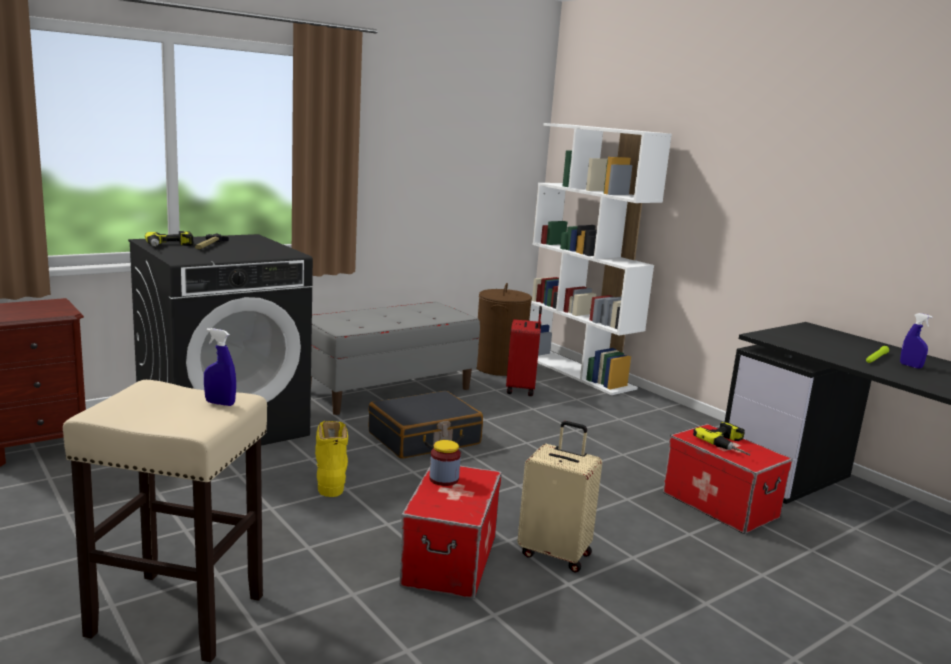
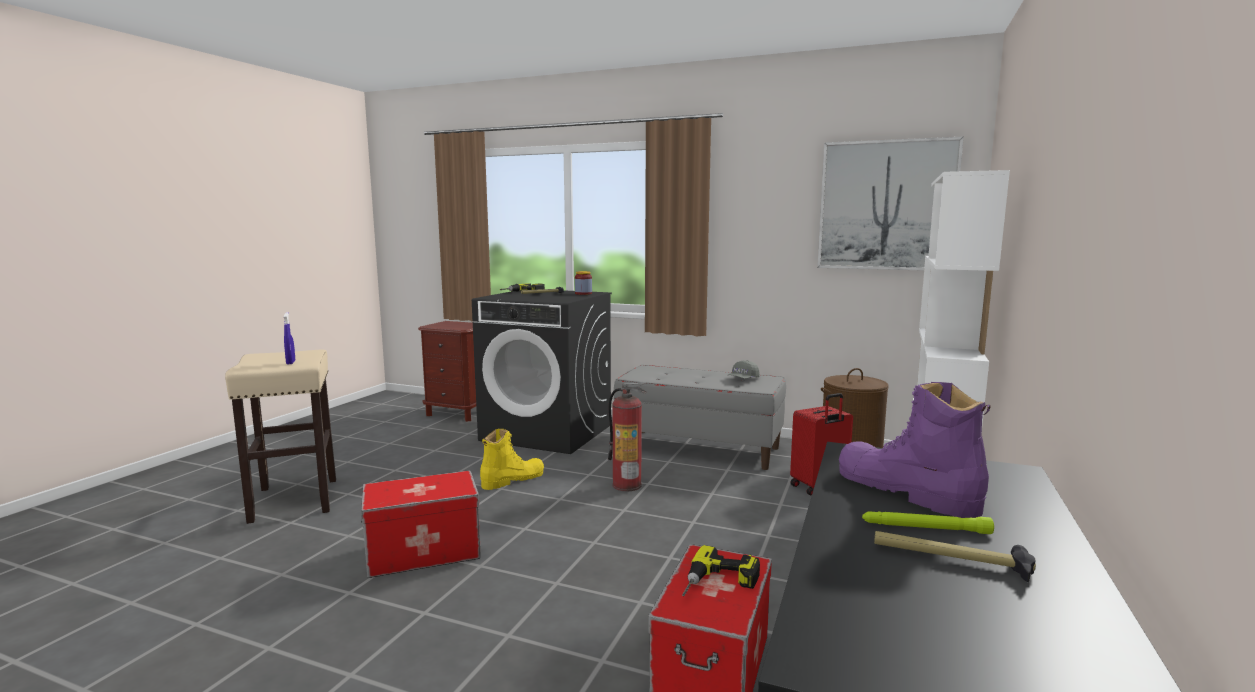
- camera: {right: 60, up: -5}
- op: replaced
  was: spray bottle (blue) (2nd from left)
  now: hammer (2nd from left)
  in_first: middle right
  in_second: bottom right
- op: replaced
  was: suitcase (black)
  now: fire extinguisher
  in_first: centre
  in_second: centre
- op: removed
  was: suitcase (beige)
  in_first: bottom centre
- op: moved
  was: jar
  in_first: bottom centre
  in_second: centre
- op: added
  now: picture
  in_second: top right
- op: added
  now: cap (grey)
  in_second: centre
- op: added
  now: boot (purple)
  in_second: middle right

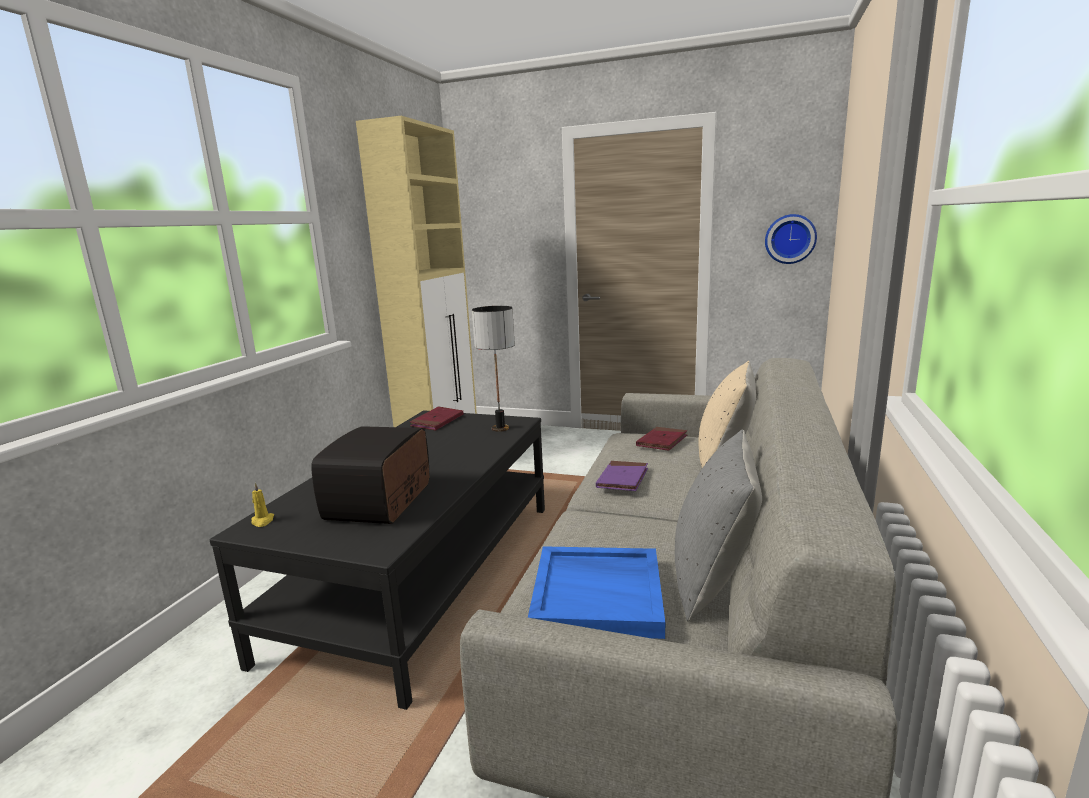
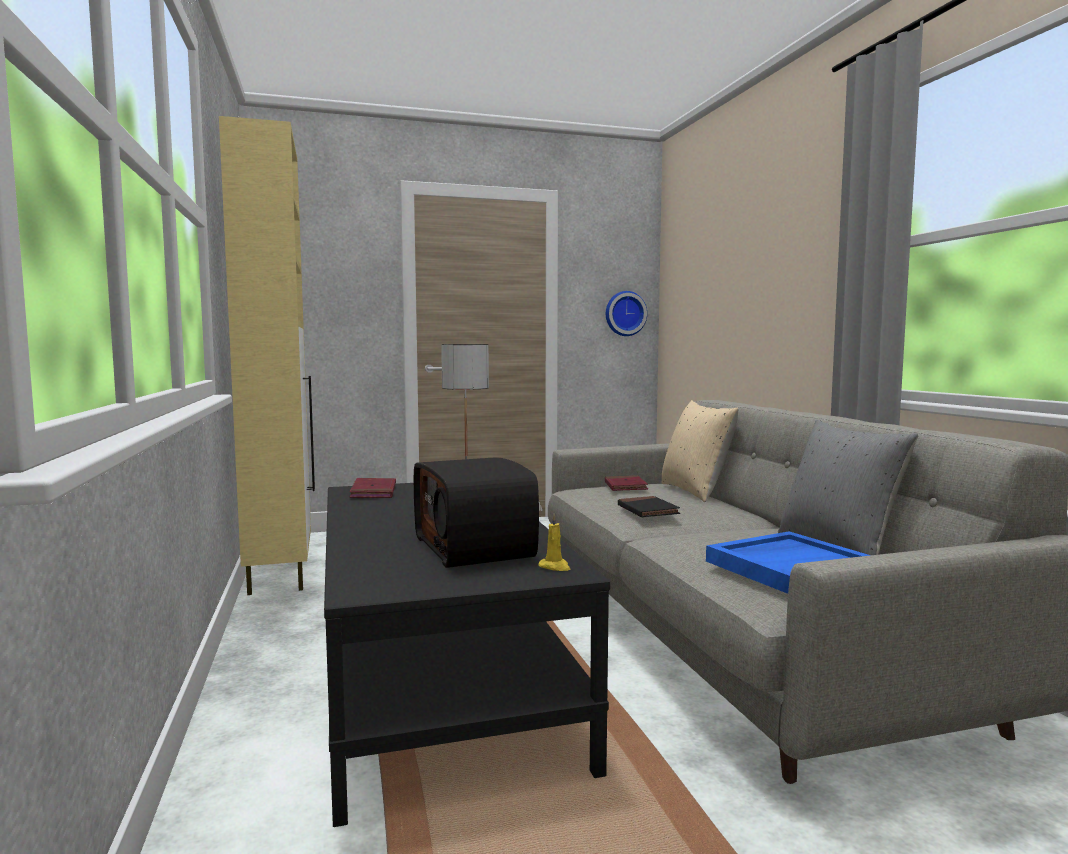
- camera: {right: -35, up: -10}
- op: recoloured
  was: book (purple)
  now: book (black)
  in_first: centre
  in_second: centre
- op: moved
  was: candle (yellow)
  in_first: middle left
  in_second: centre

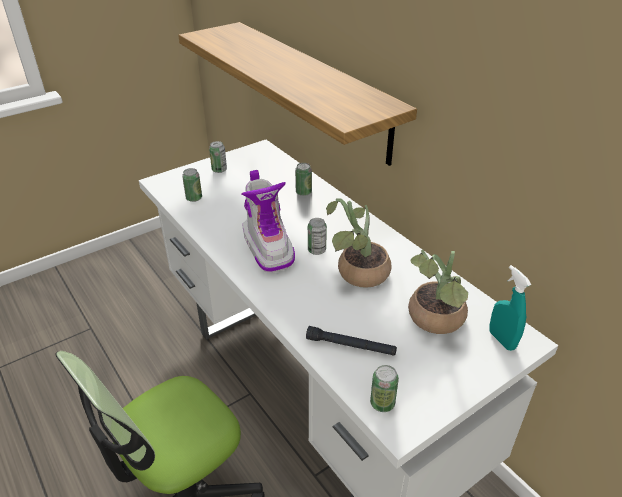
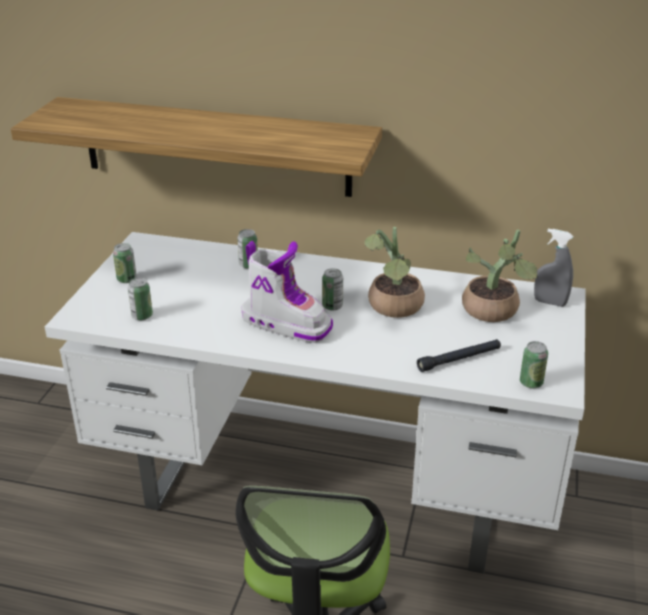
- camera: {right: -40, up: -5}
- op: recoloured
  was: spray bottle (turquoise)
  now: spray bottle (grey)
  in_first: middle right
  in_second: middle right

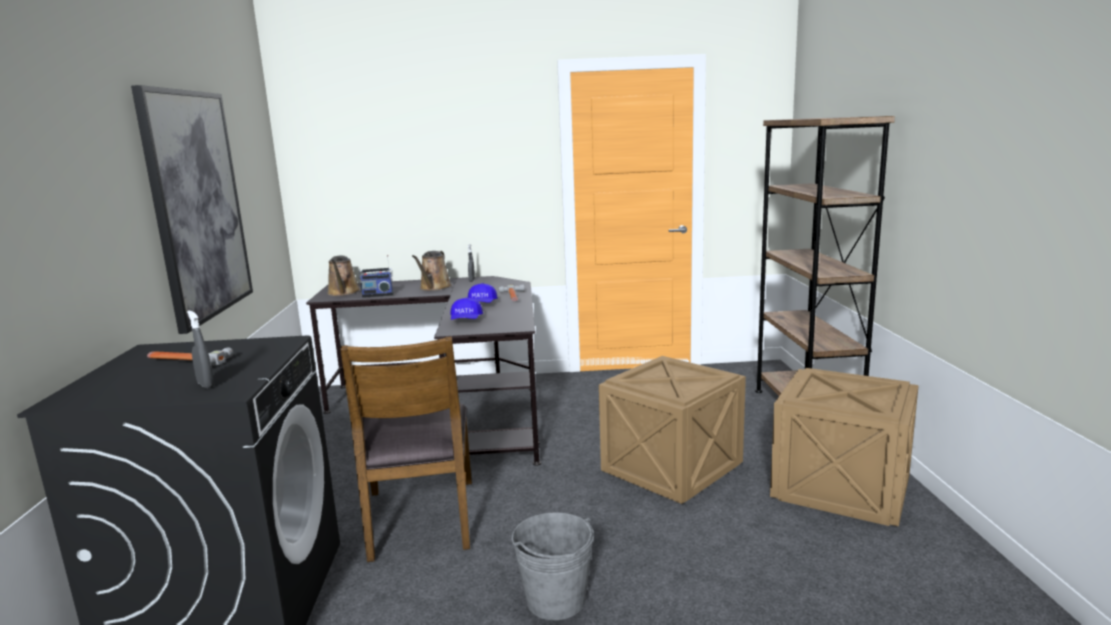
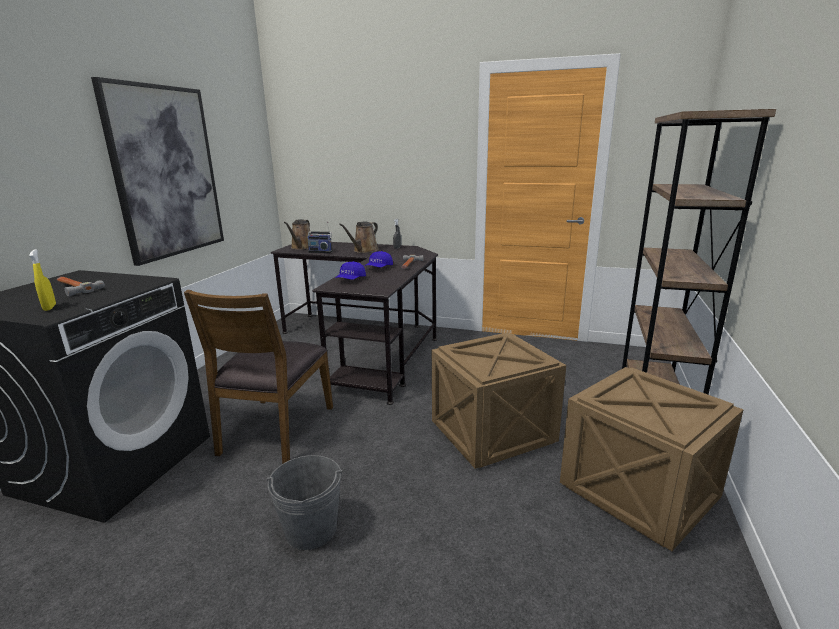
- camera: {right: 20, up: 5}
- op: recoloured
  was: spray bottle (grey) (1st from left)
  now: spray bottle (yellow)
  in_first: middle left
  in_second: middle left

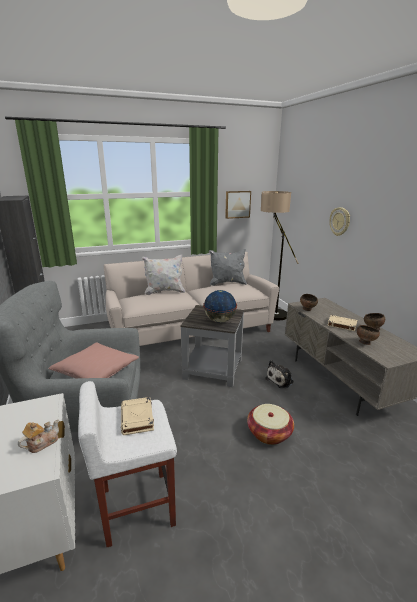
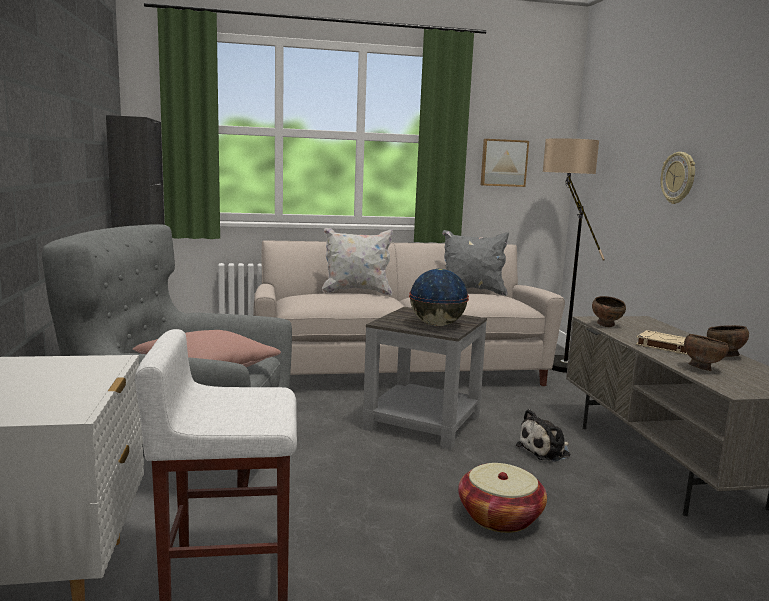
- camera: {right: 10, up: -10}
- op: removed
  was: book (beige) (1st from left)
  in_first: bottom left
- op: removed
  was: teapot
  in_first: bottom left

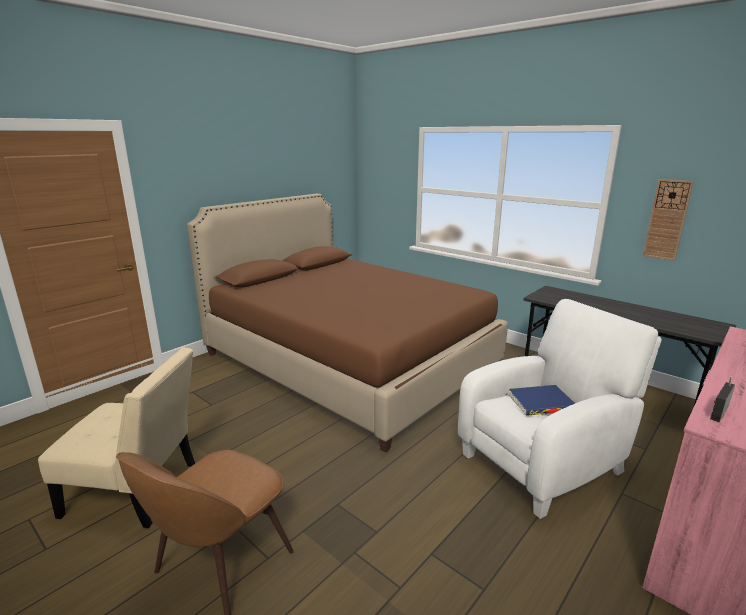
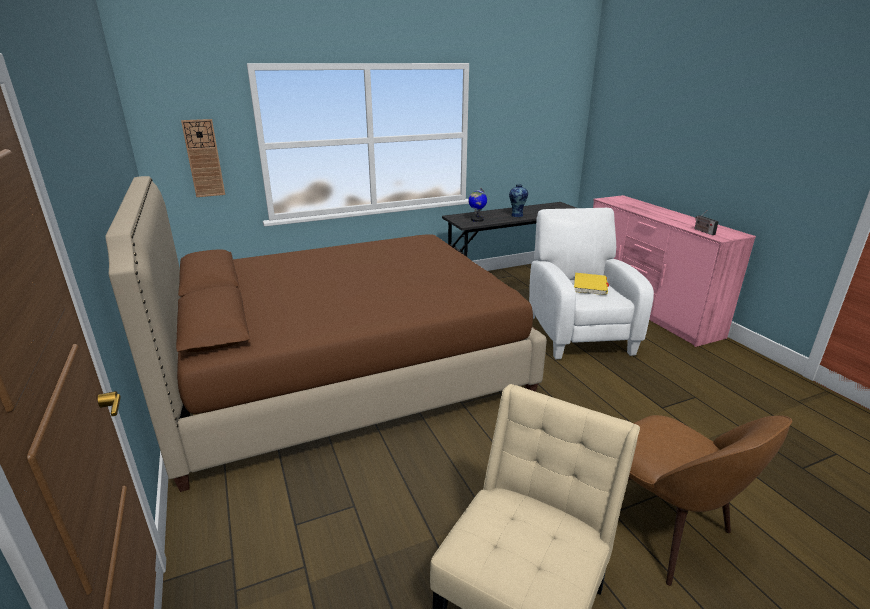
- camera: {right: -65, up: 5}
- op: moved
  was: wall clock
  in_first: middle right
  in_second: top left
- op: recoloured
  was: book (blue)
  now: book (yellow)
  in_first: middle right
  in_second: middle right
- op: added
  now: vase
  in_second: top centre
- op: added
  now: globe
  in_second: centre

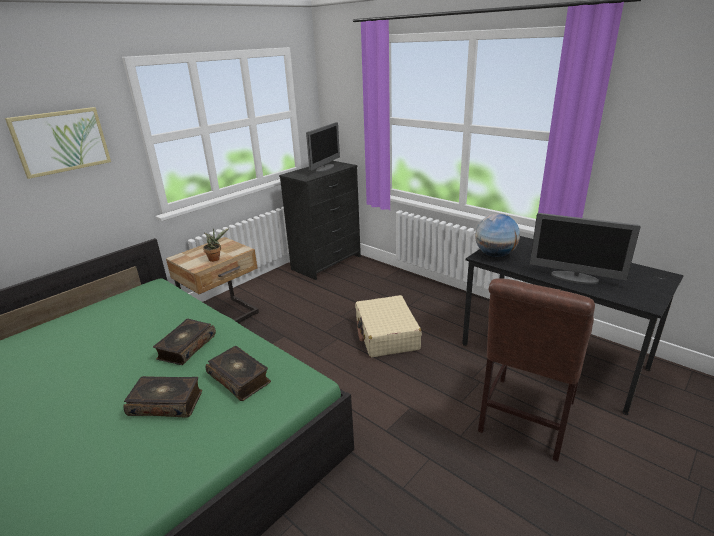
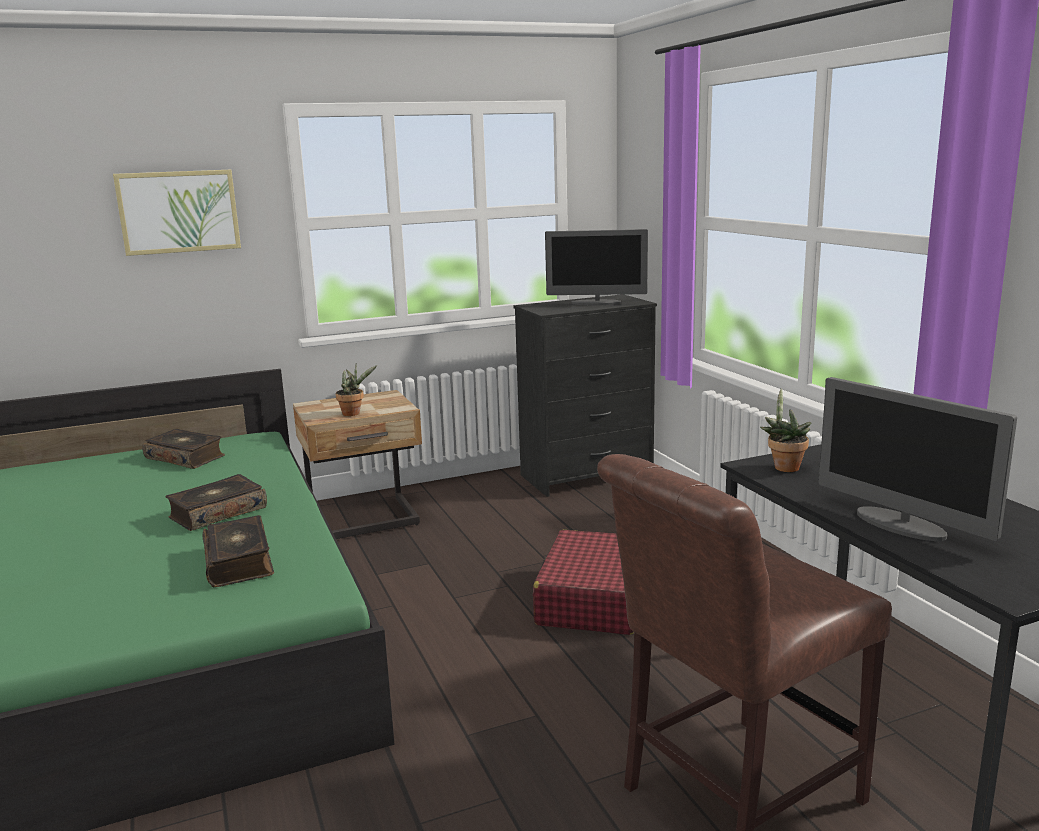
- camera: {right: 25, up: -10}
- op: turned
  was: monitor (1st from left)
  in_first: top centre
  in_second: top centre
  clockwise: 45
- op: replaced
  was: globe
  now: potted plant (2nd from left)
  in_first: middle right
  in_second: middle right
- op: recoloured
  was: suitcase (beige)
  now: suitcase (red)
  in_first: centre
  in_second: bottom centre
- op: moved
  was: book (1st from left)
  in_first: bottom left
  in_second: middle left

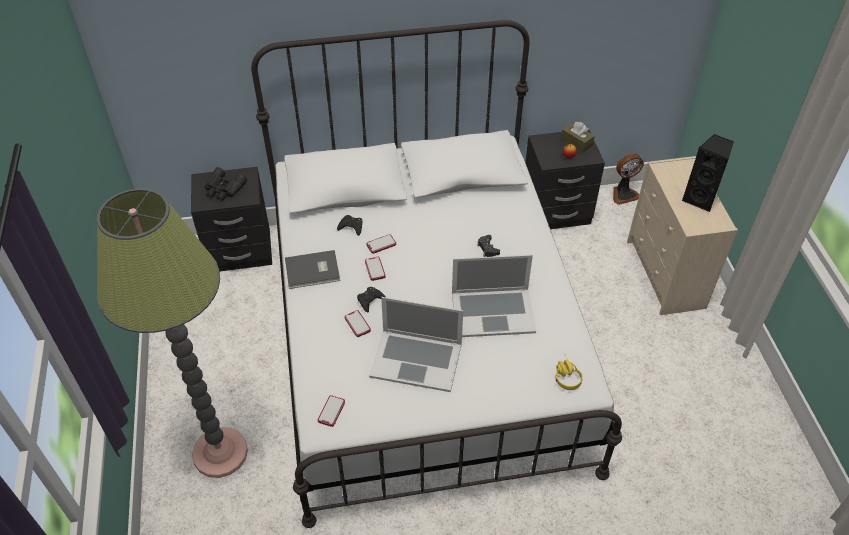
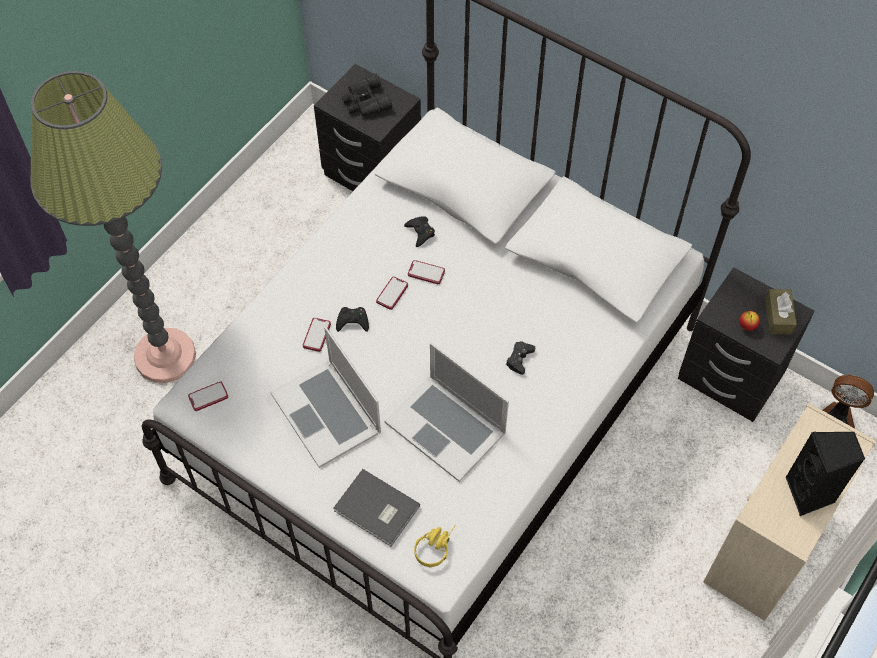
- camera: {right: 45, up: 10}
- op: moved
  was: book (grey)
  in_first: centre
  in_second: bottom centre

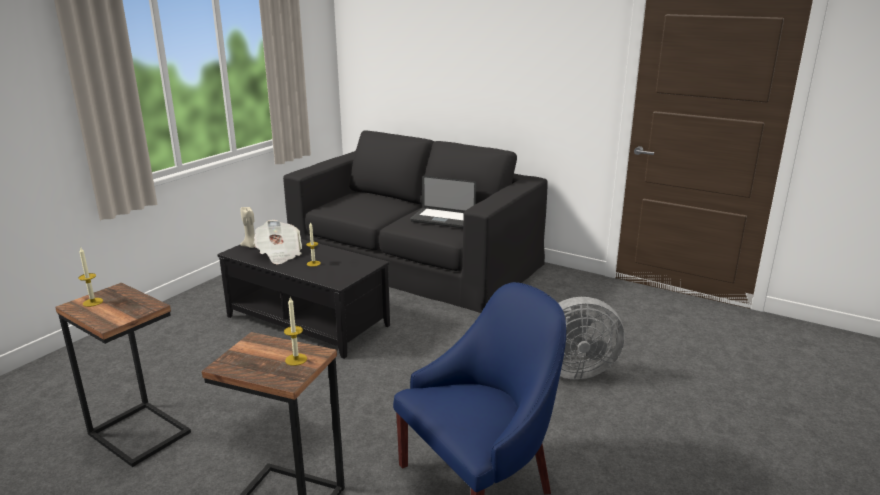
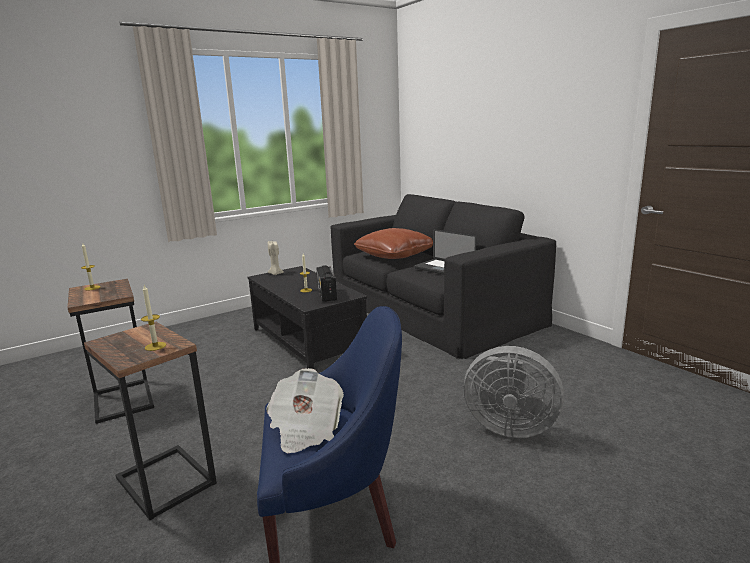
- camera: {right: 25, up: -5}
- op: moved
  was: newspaper
  in_first: middle left
  in_second: bottom centre
- op: added
  now: pillow (brown)
  in_second: centre
- op: added
  now: radio
  in_second: centre

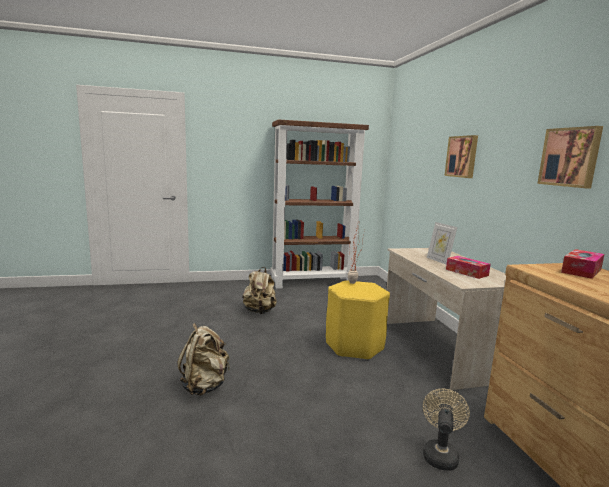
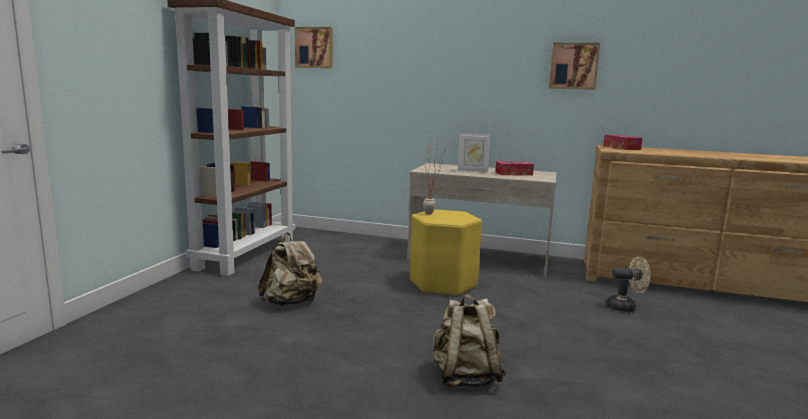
- camera: {right: -60, up: 0}
- op: moved
  was: picture (1st from left)
  in_first: top right
  in_second: top centre
- op: turned
  was: fan (beige)
  in_first: bottom right
  in_second: bottom right
  clockwise: 135

